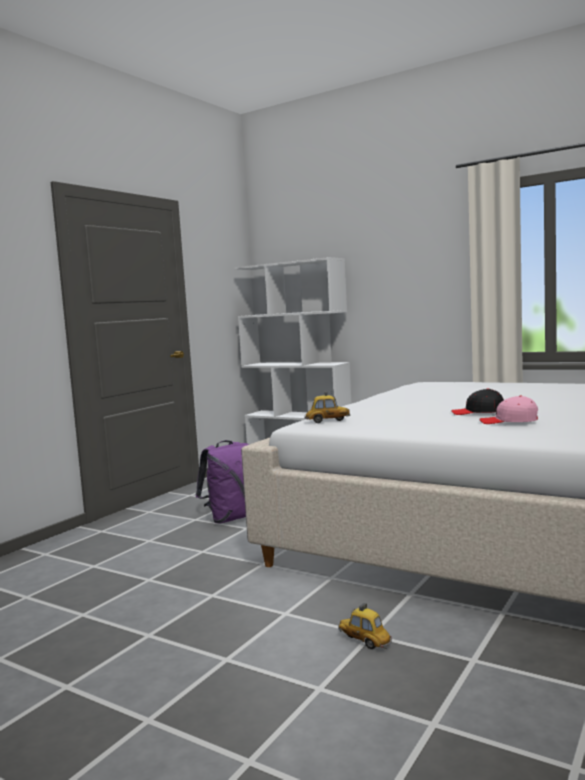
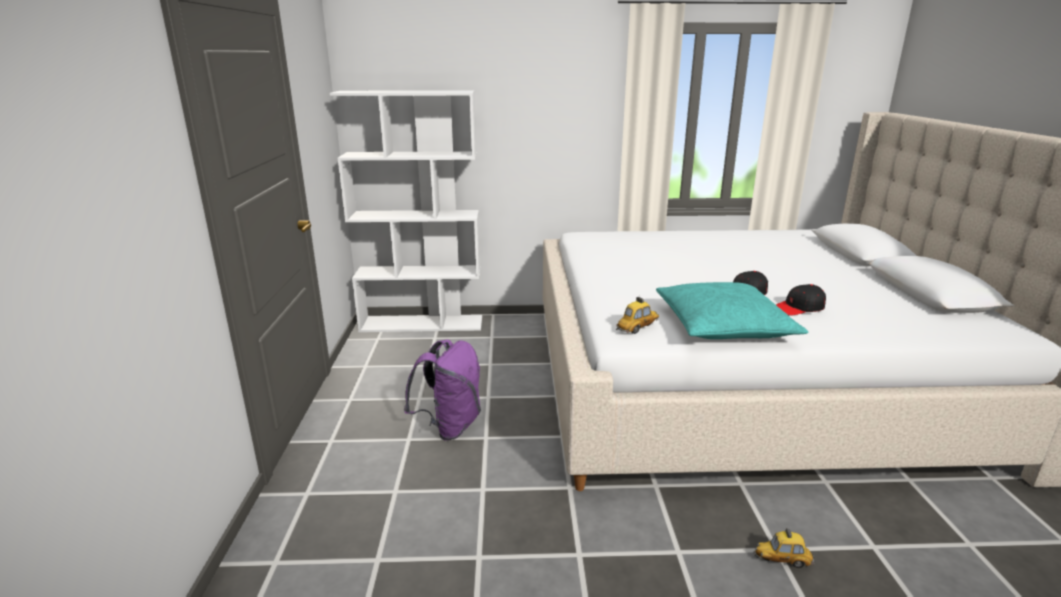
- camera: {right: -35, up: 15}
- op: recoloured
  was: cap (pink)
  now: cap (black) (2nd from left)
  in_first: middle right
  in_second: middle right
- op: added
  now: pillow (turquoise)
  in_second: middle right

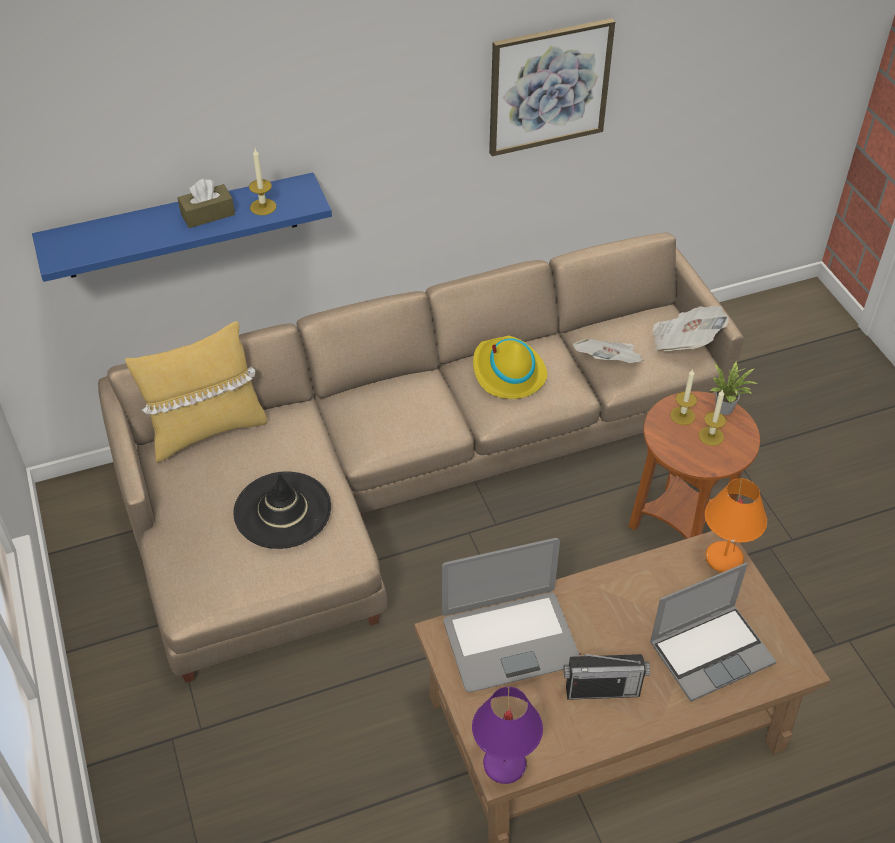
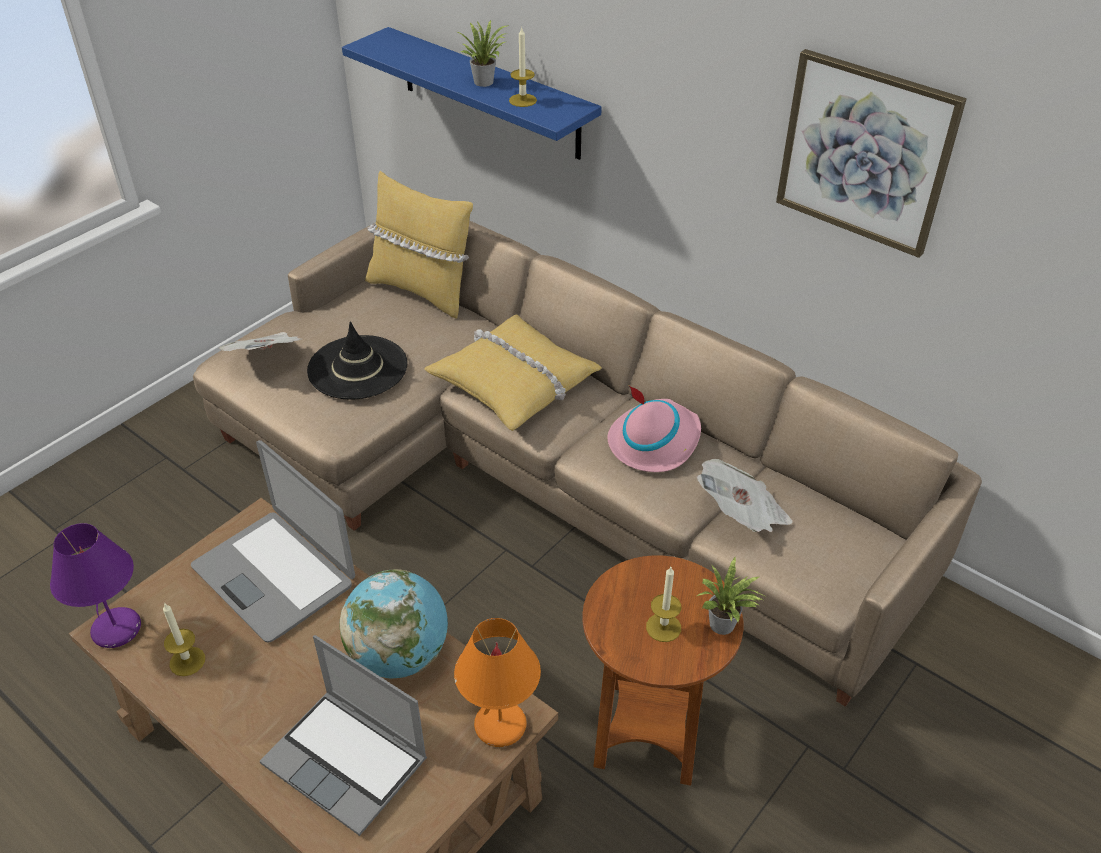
- camera: {right: 60, up: -5}
- op: replaced
  was: tissue box (brown)
  now: potted plant (1st from left)
  in_first: top left
  in_second: top centre
- op: moved
  was: newspaper (2nd from left in the first image)
  now: newspaper (1st from left)
  in_first: middle right
  in_second: middle left
- op: recoloured
  was: hat (yellow)
  now: hat (pink)
  in_first: centre
  in_second: centre
- op: moved
  was: candle (2nd from left in the first image)
  now: candle (1st from left)
  in_first: middle right
  in_second: bottom left
- op: removed
  was: radio
  in_first: bottom right
- op: added
  now: pillow (yellow) (2nd from left)
  in_second: centre
- op: added
  now: globe
  in_second: bottom centre

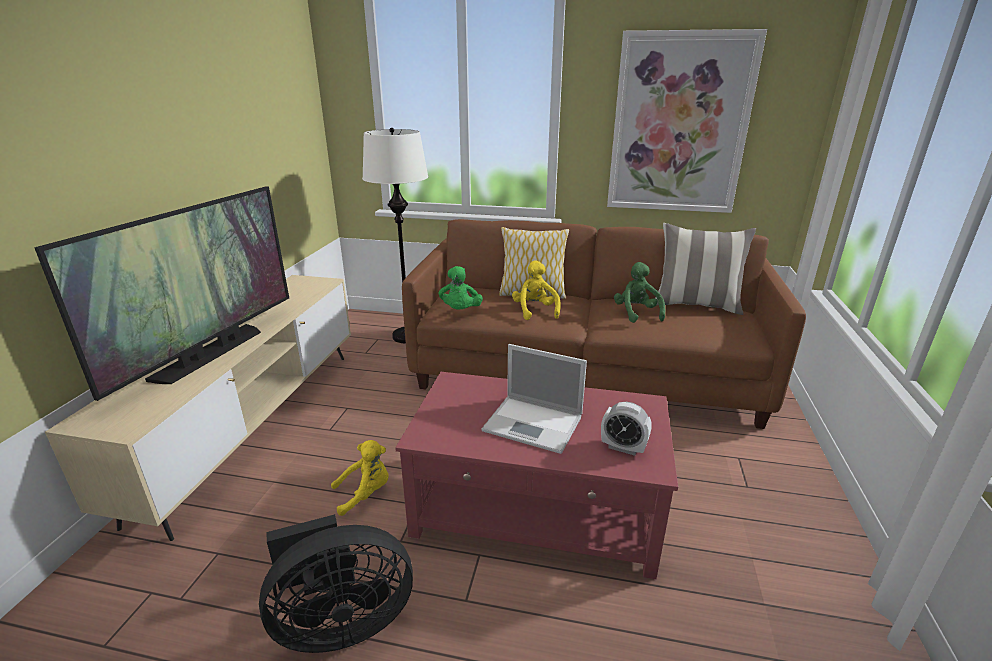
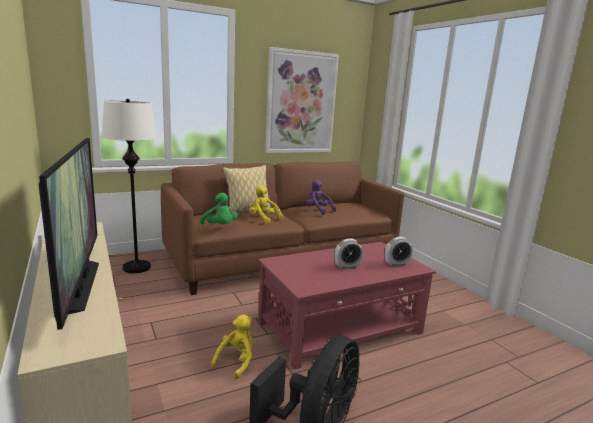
- camera: {right: -40, up: -10}
- op: removed
  was: pillow (2nd from left)
  in_first: middle right
- op: recoloured
  was: plush toy (green) (2nd from left)
  now: plush toy (purple)
  in_first: centre
  in_second: centre
- op: replaced
  was: laptop
  now: alarm clock (1st from left)
  in_first: centre
  in_second: centre

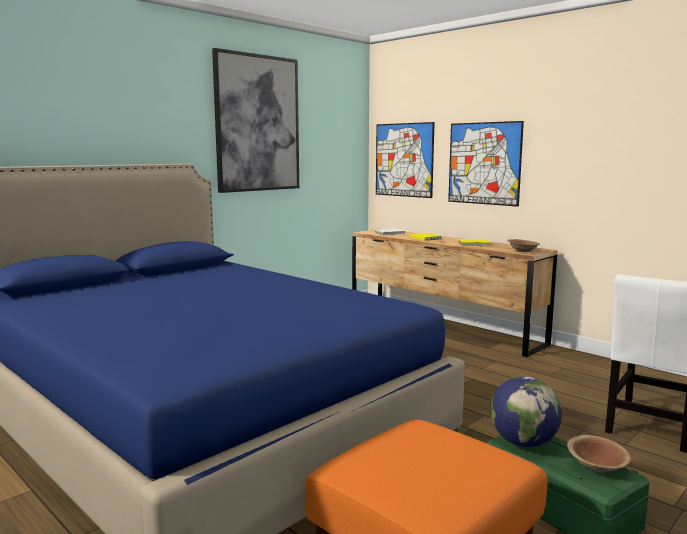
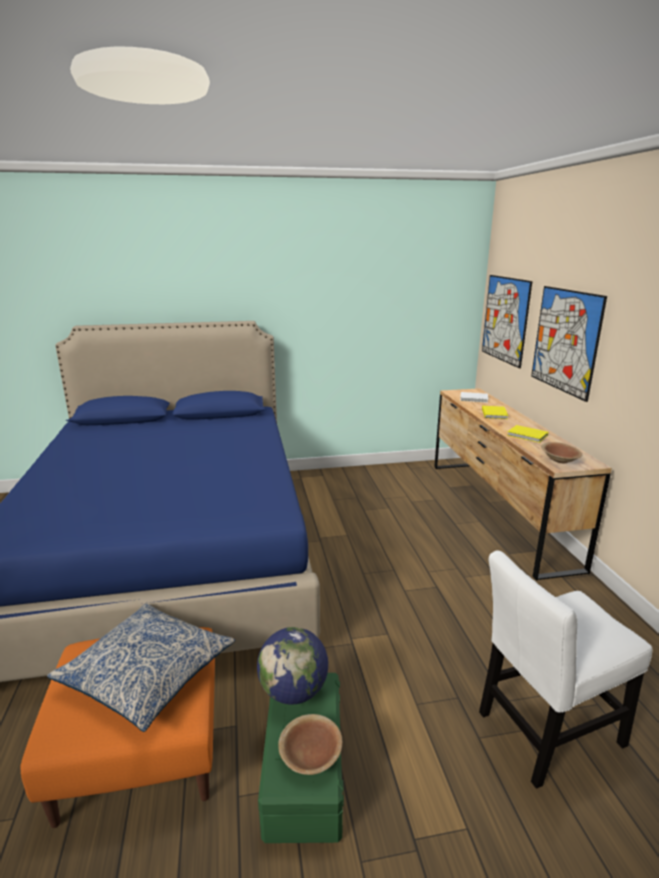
- camera: {right: 35, up: 10}
- op: removed
  was: picture (1st from left)
  in_first: top centre
- op: added
  now: pillow
  in_second: bottom left

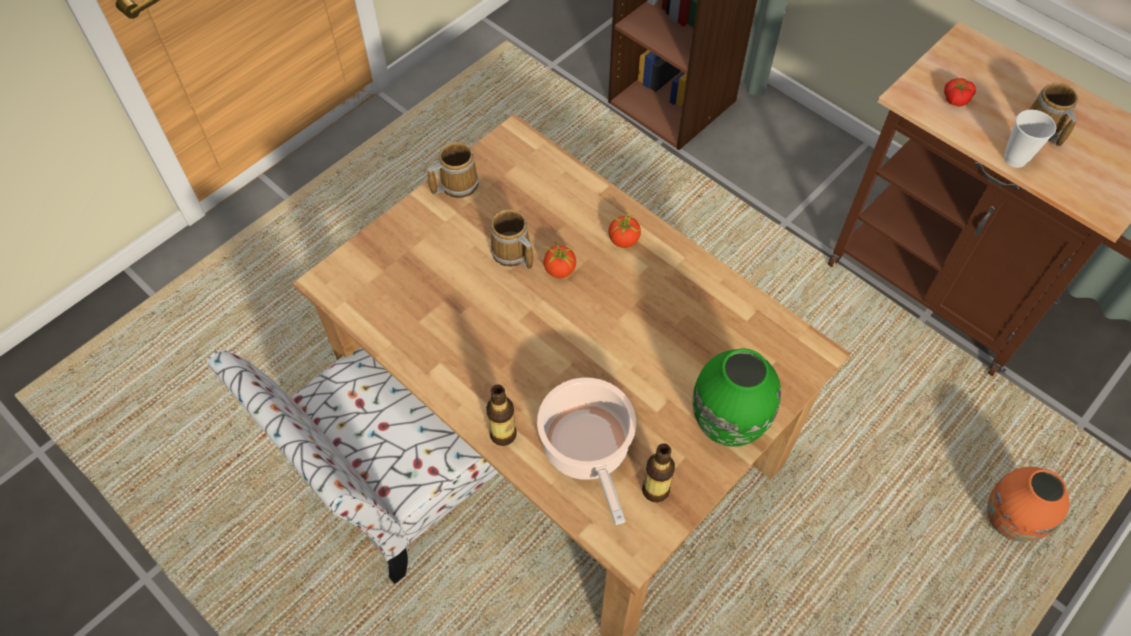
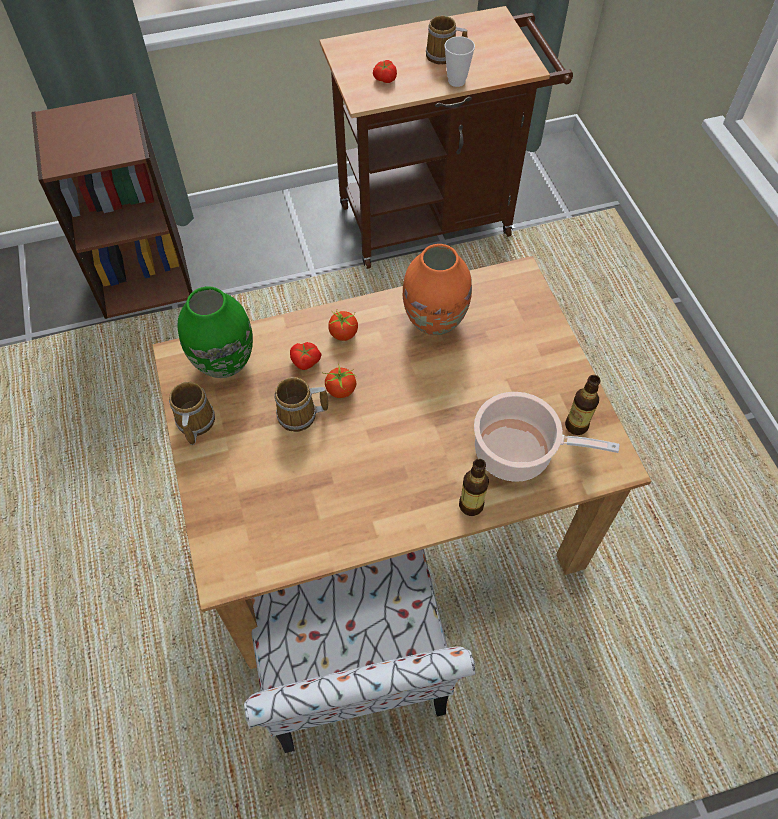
- camera: {right: -60, up: 0}
- op: moved
  was: vase (green)
  in_first: centre
  in_second: middle left
- op: moved
  was: vase (orange)
  in_first: bottom right
  in_second: centre
- op: added
  now: tomato (1st from left)
  in_second: centre

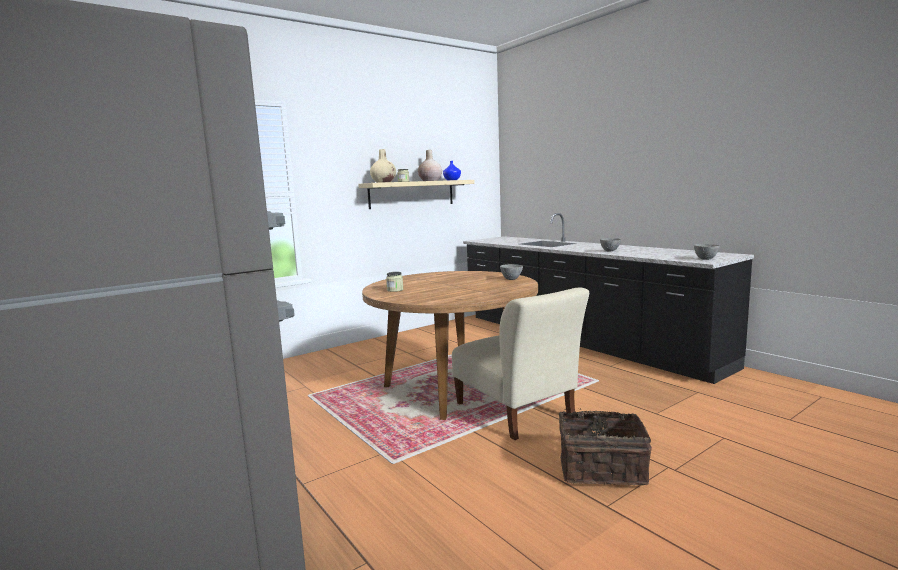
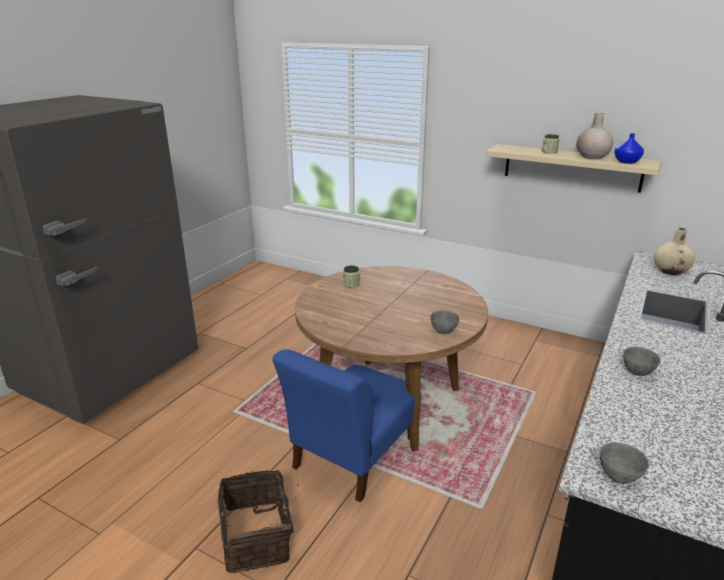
- camera: {right: 65, up: 15}
- op: moved
  was: vase (beige) (1st from left in the first image)
  now: vase (beige) (2nd from left)
  in_first: top centre
  in_second: middle right
- op: recoloured
  was: chair (beige)
  now: chair (blue)
  in_first: centre
  in_second: bottom centre

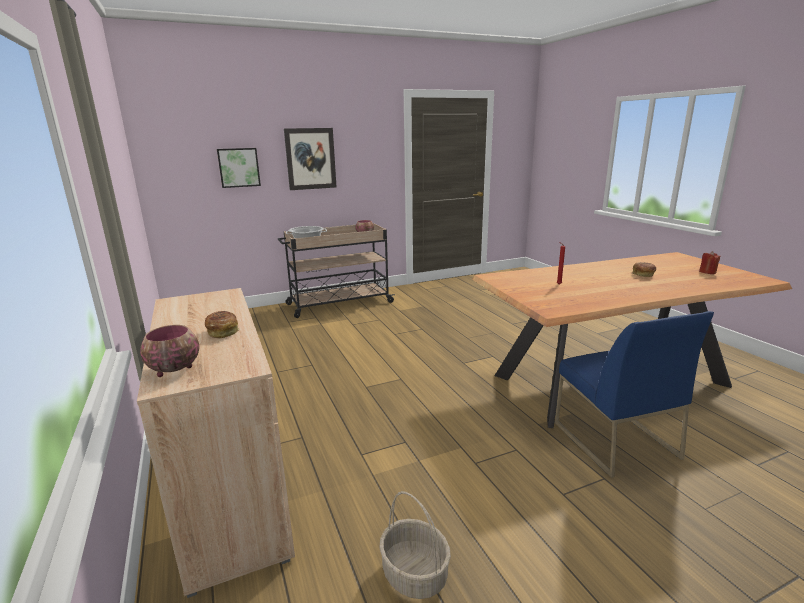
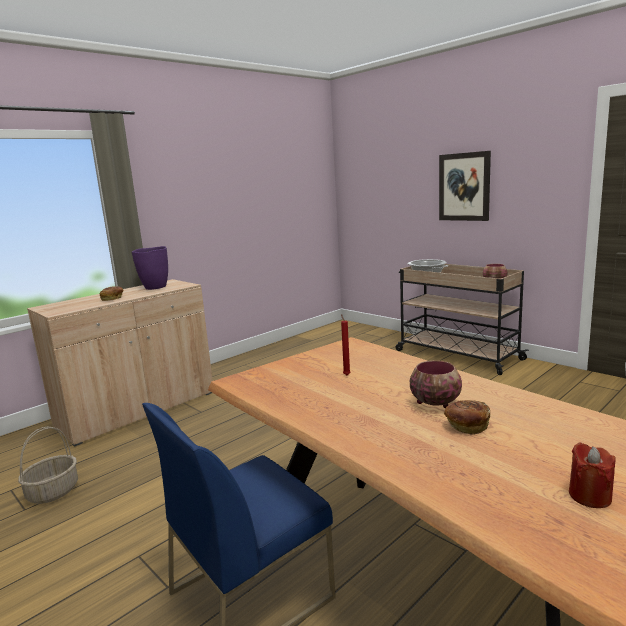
- camera: {right: 70, up: -5}
- op: removed
  was: picture (1st from left)
  in_first: top left
- op: moved
  was: bowl (1st from left)
  in_first: middle left
  in_second: middle right
- op: added
  now: vase (purple)
  in_second: middle left

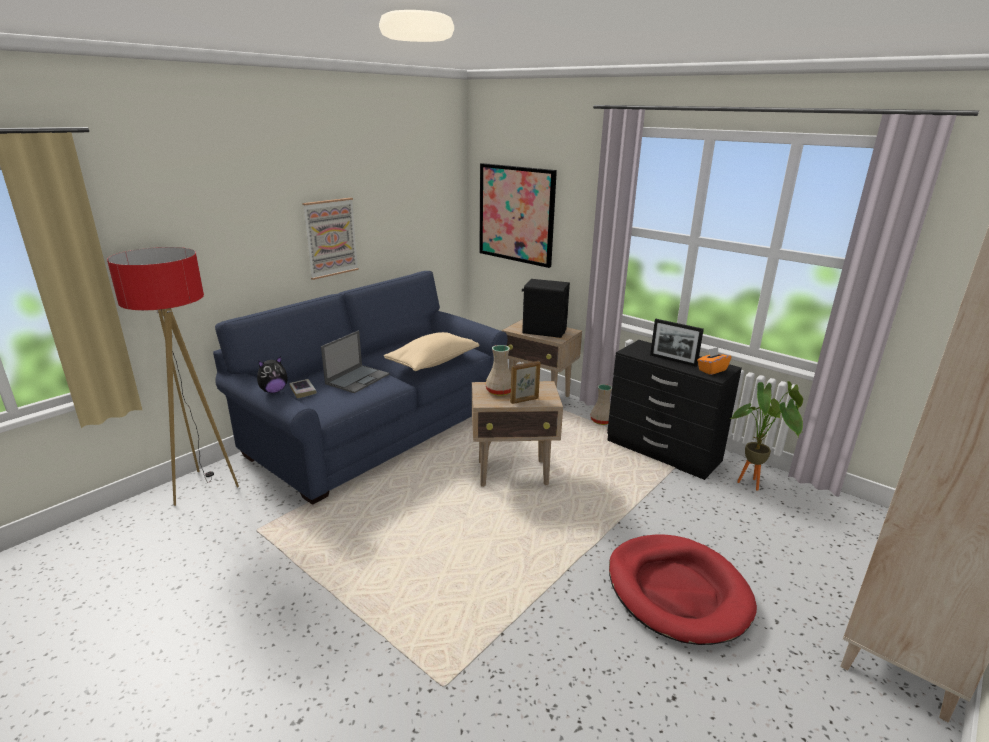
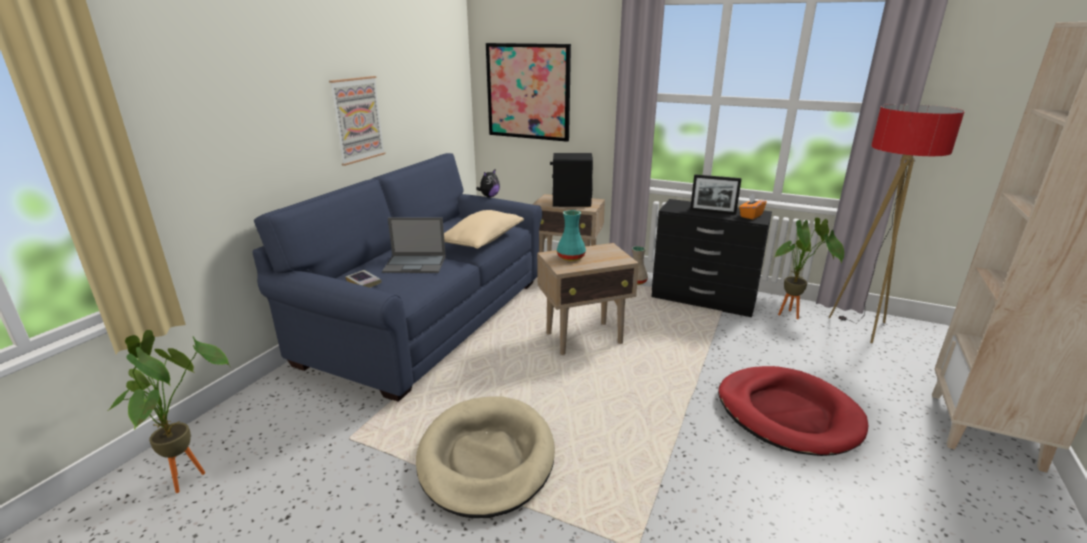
- camera: {right: -15, up: 0}
- op: moved
  was: floor lamp
  in_first: middle left
  in_second: middle right
- op: turned
  was: laptop
  in_first: centre
  in_second: centre
  clockwise: 75
- op: recoloured
  was: vase (beige) (1st from left)
  now: vase (turquoise)
  in_first: centre
  in_second: centre
- op: moved
  was: plush toy
  in_first: middle left
  in_second: centre
- op: removed
  was: picture frame (1st from left)
  in_first: centre
- op: added
  now: potted plant (1st from left)
  in_second: bottom left
- op: added
  now: dog bed (beige)
  in_second: bottom centre

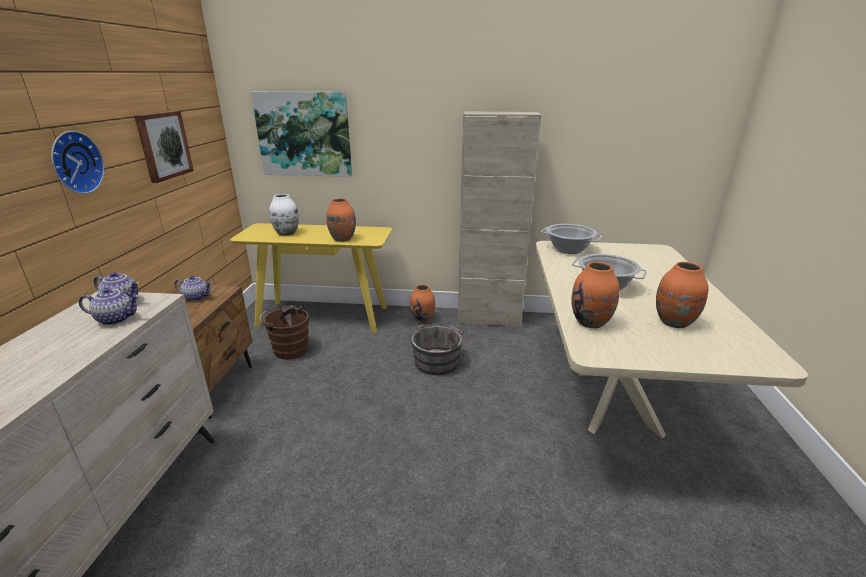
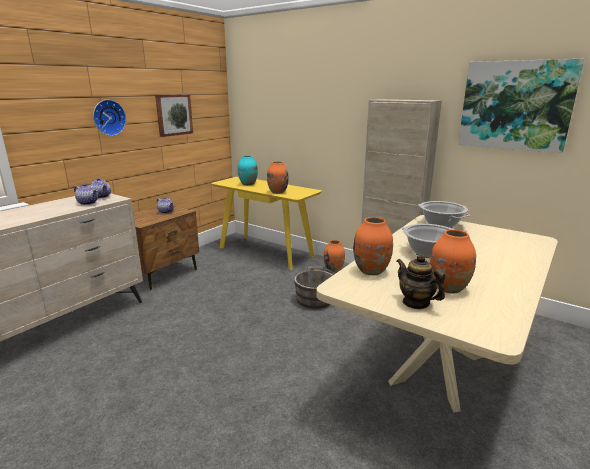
- camera: {right: 30, up: -5}
- op: moved
  was: picture (2nd from left)
  in_first: top centre
  in_second: top right
- op: recoloured
  was: vase (white)
  now: vase (turquoise)
  in_first: middle left
  in_second: centre
- op: removed
  was: bucket (brown)
  in_first: middle left
- op: added
  now: teapot (4th from left)
  in_second: middle right

